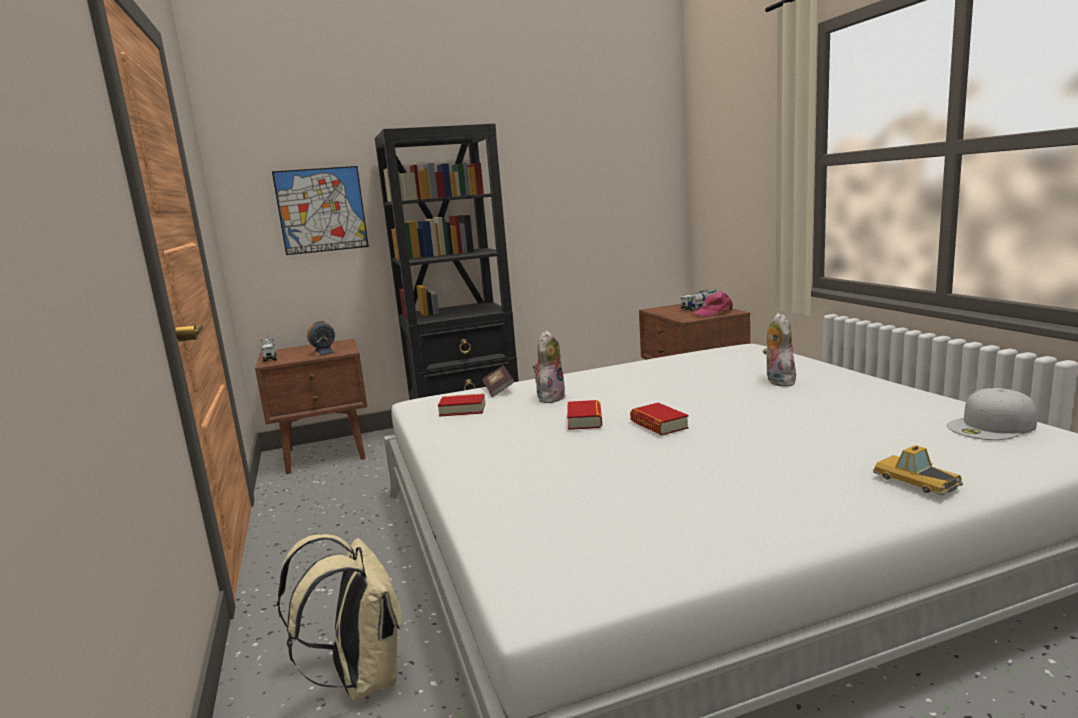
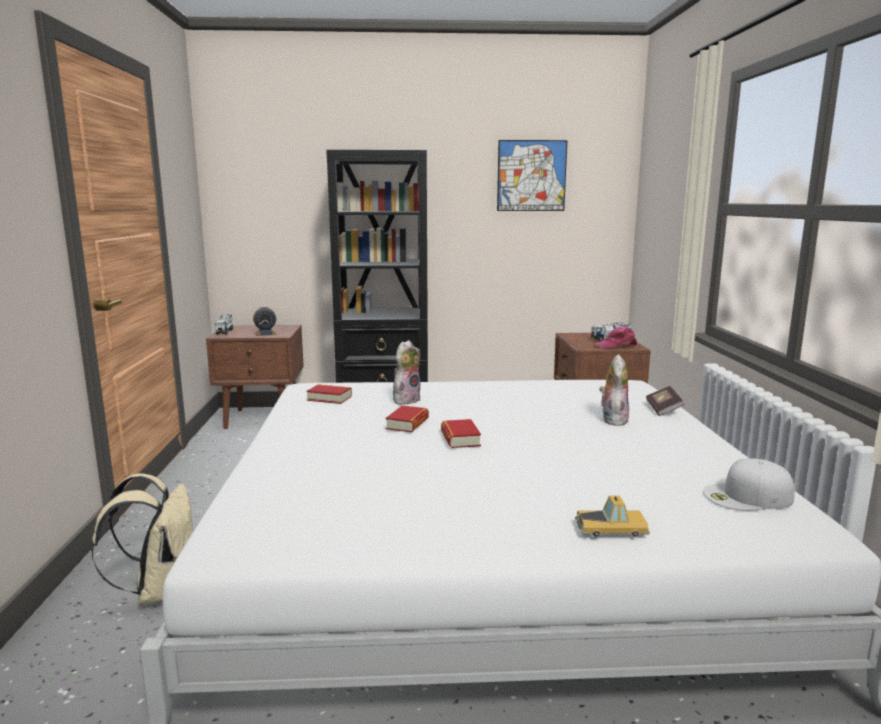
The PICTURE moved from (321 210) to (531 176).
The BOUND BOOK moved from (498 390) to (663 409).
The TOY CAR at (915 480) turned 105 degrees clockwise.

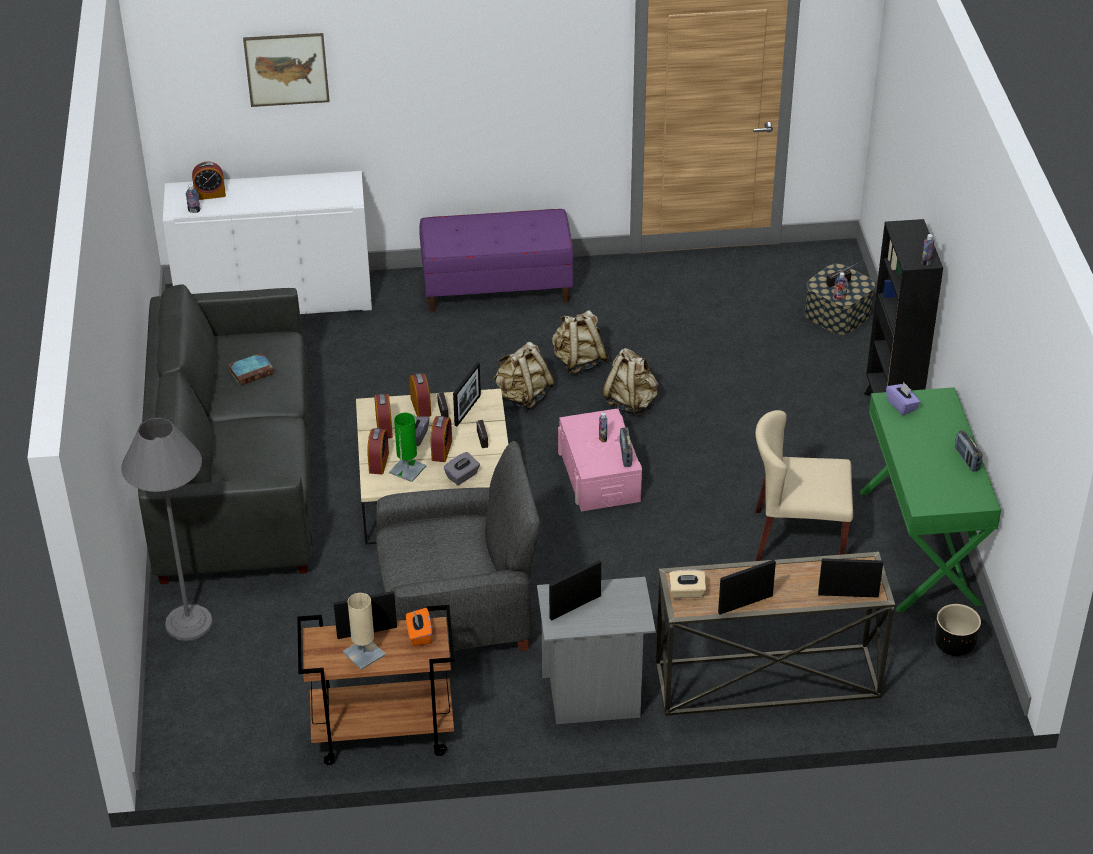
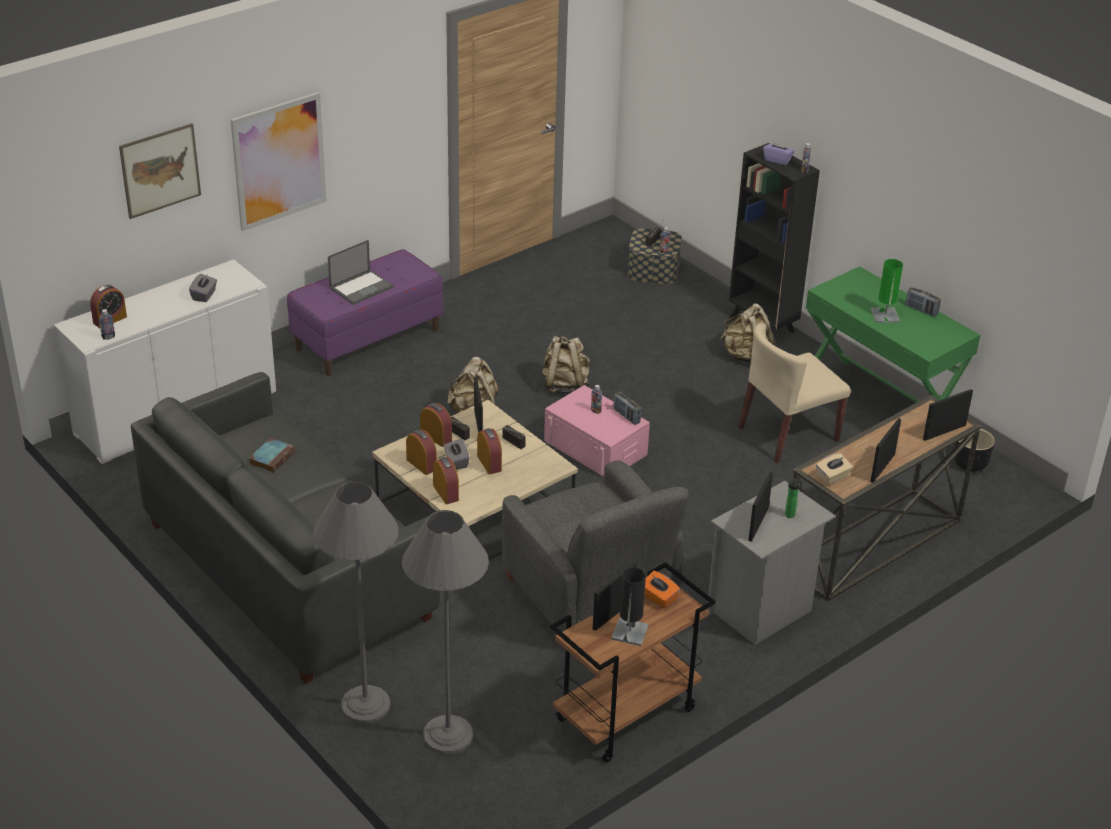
The BEIGE TABLE LAMP at (364 654) became the BLACK-COLOURED TABLE LAMP at (630 632).
The GREYISH EASY CHAIR at (459 612) turned 105 degrees clockwise.
The GREEN TABLE LAMP moved from (407 469) to (885 315).
The GREYISH TISSUE BOX moved from (462 476) to (204 295).
The BEIGE RUCKSACK moved from (579 362) to (745 356).
The PURPLE TISSUE BOX moved from (901 405) to (777 160).
The PICTURE at (279 161) appeared.
The NOTEBOOK COMPUTER at (361 287) appeared.
The GREYISH FLOOR LAMP at (448 735) appeared.
The BEVERAGE BOTTLE at (789 516) appeared.

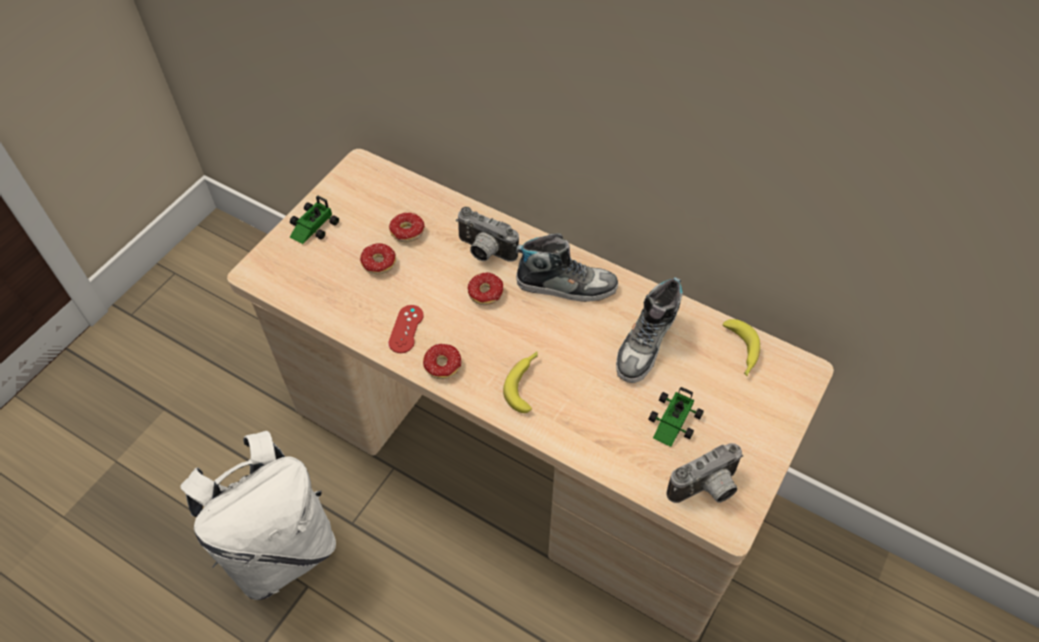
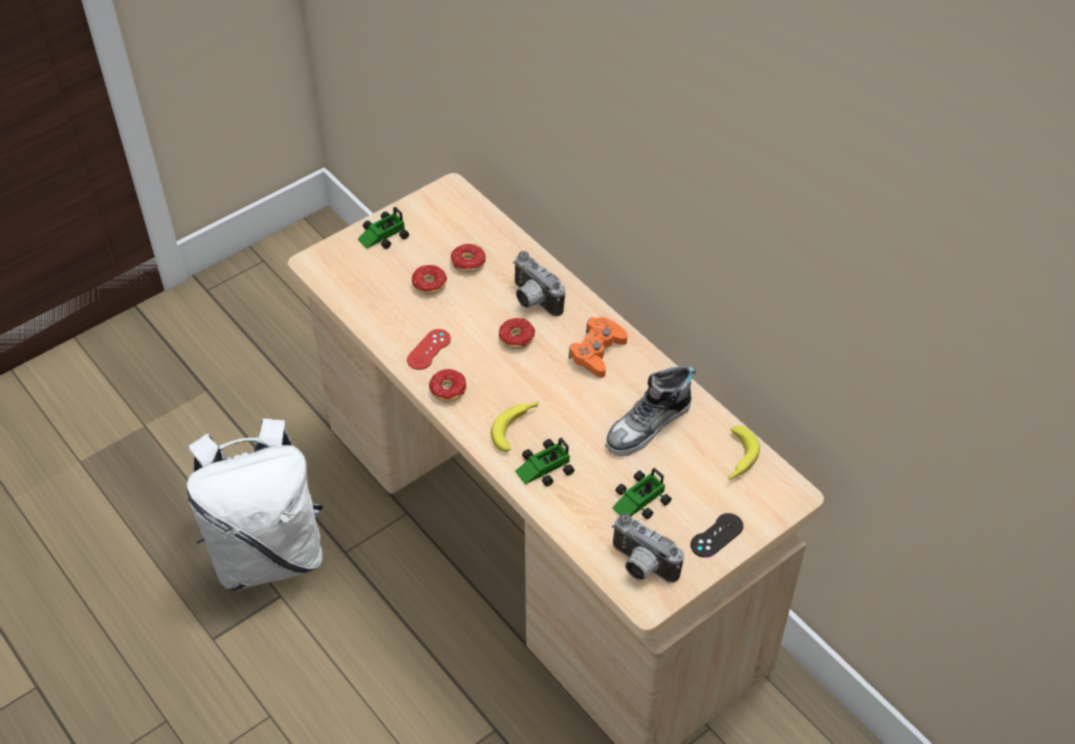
The ITEM OF FOOTWEAR at (566 285) was replaced by the ORANGE JOYPAD at (597 352).
The STILL CAMERA at (706 490) turned 45 degrees clockwise.
The TOY CAR at (542 468) appeared.
The BLACK-COLOURED JOYPAD at (716 535) appeared.

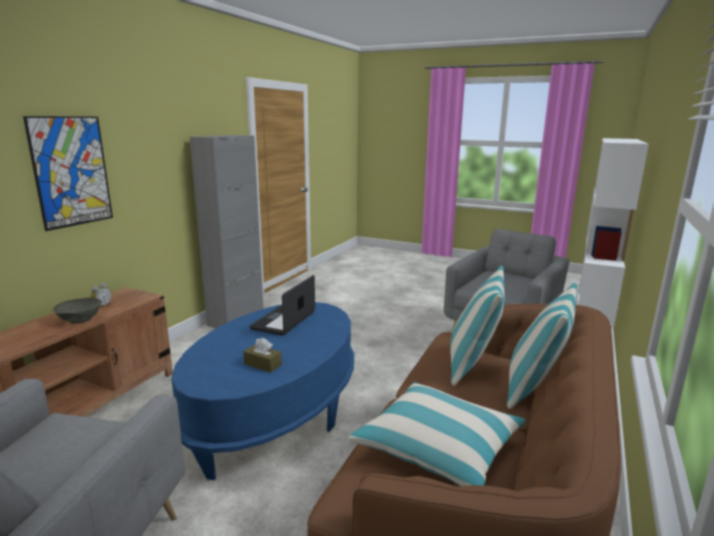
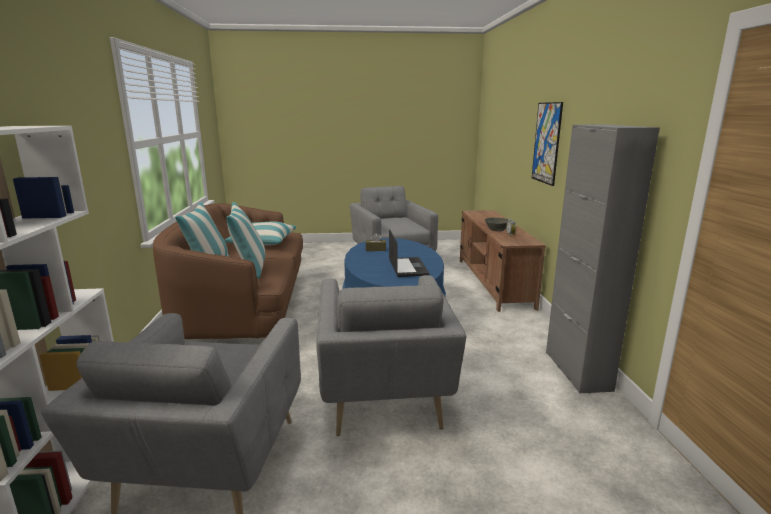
The GREYISH EASY CHAIR at (383 398) appeared.

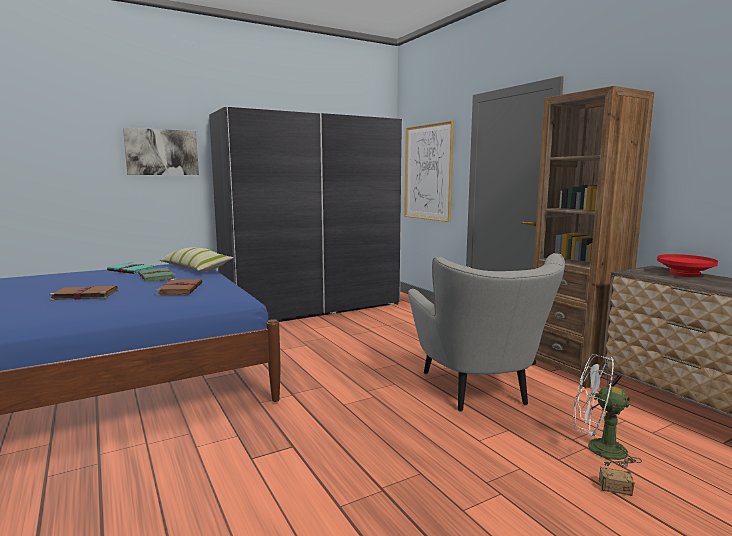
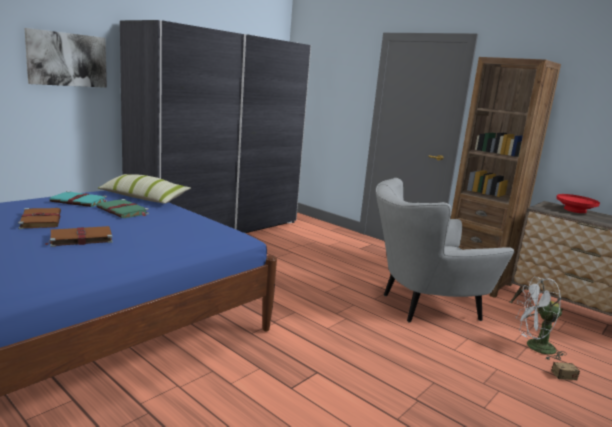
The BROWN BOUND BOOK moved from (180 289) to (41 220).
The PICTURE at (428 172) disappeared.
The GREYISH EASY CHAIR at (478 391) turned 105 degrees clockwise.

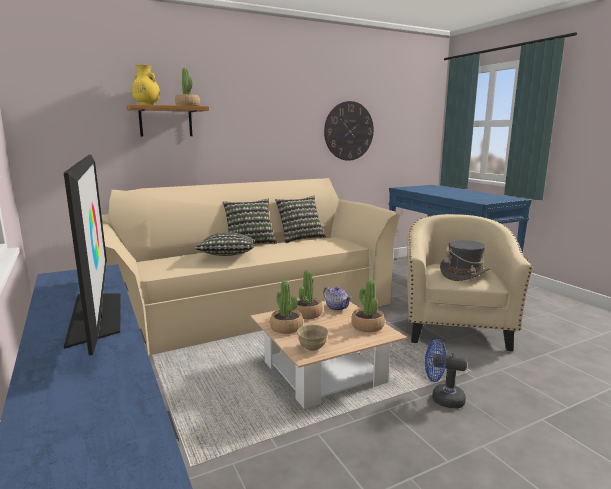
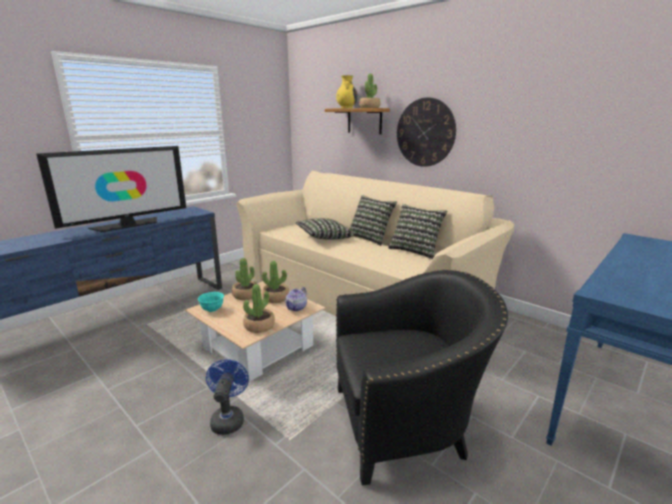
The BEIGE DEEP DISH at (312 348) became the TURQUOISE-COLOURED DEEP DISH at (212 309).
The CLOCK ON THE WALL moved from (349 131) to (425 132).
The BEIGE EASY CHAIR at (455 327) became the BLACK-COLOURED EASY CHAIR at (406 424).
The GREYISH HAT at (464 274) disappeared.

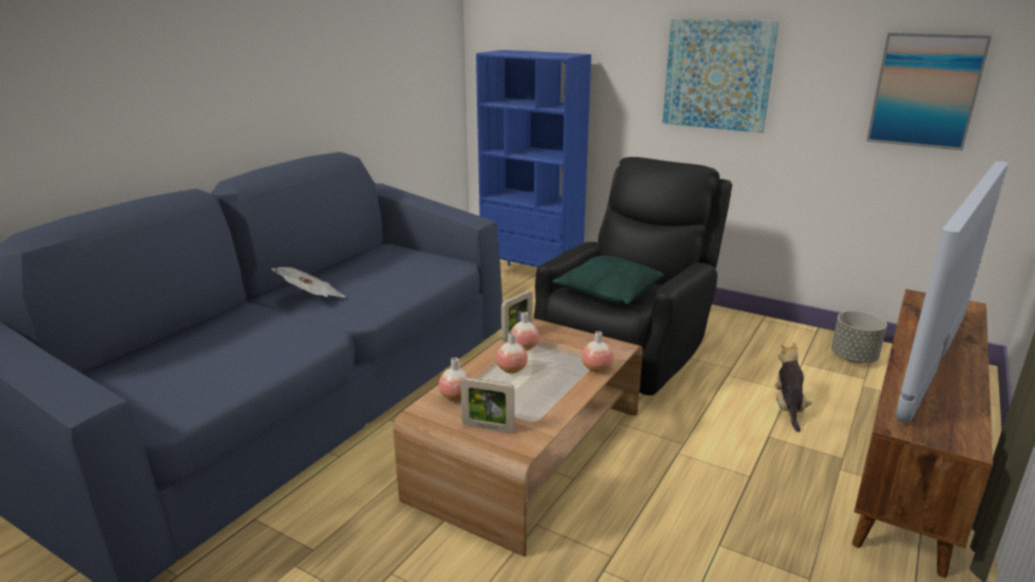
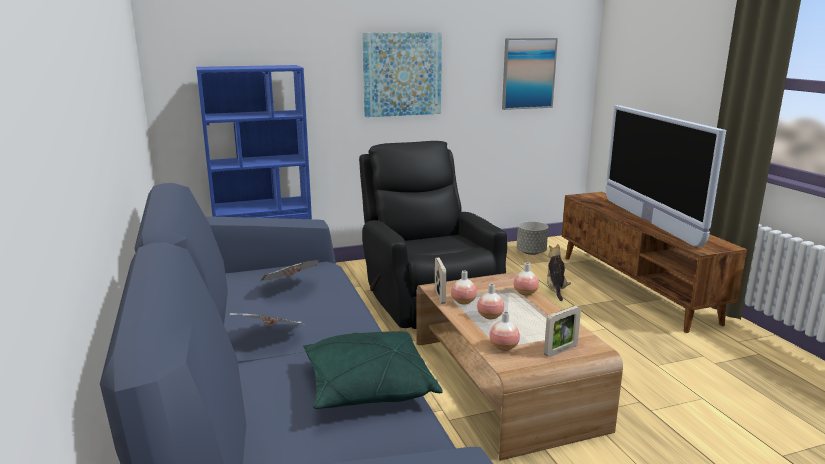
The GREEN CUSHION moved from (608 293) to (368 387).
The CUDDLY TOY at (788 408) turned 45 degrees clockwise.
The DAILY PAPER at (290 286) appeared.

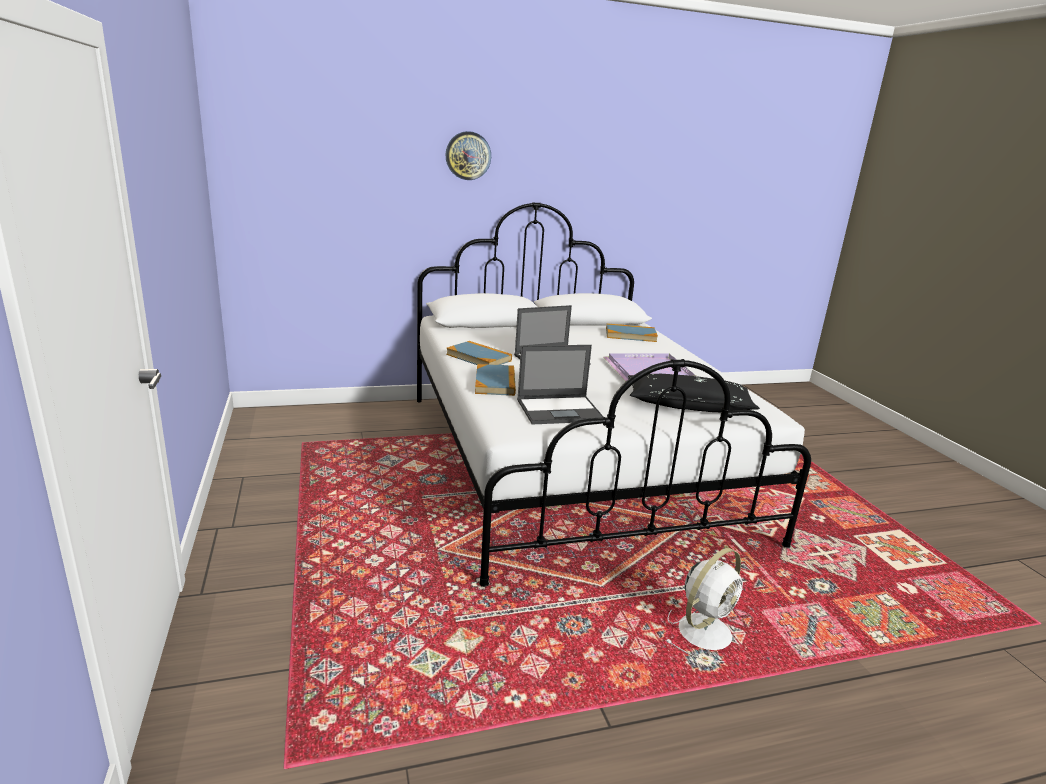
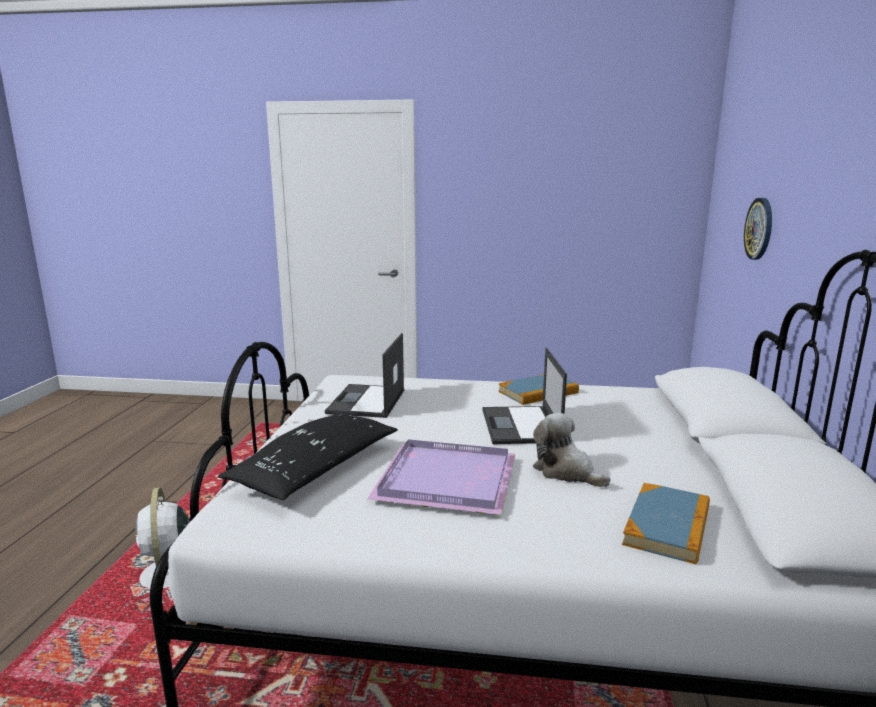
The CLOCK ON THE WALL moved from (468 156) to (759 228).
The BOUND BOOK at (495 383) disappeared.
The CUDDLY TOY at (566 472) appeared.

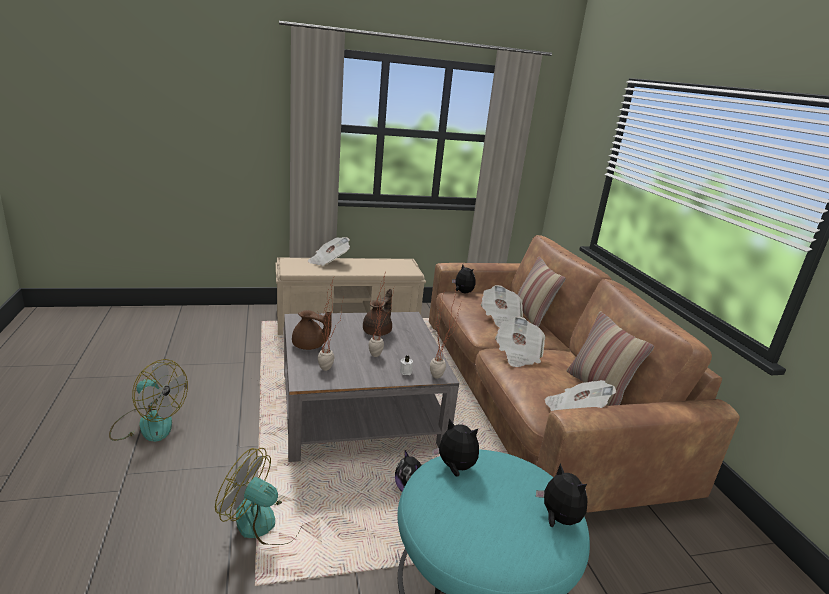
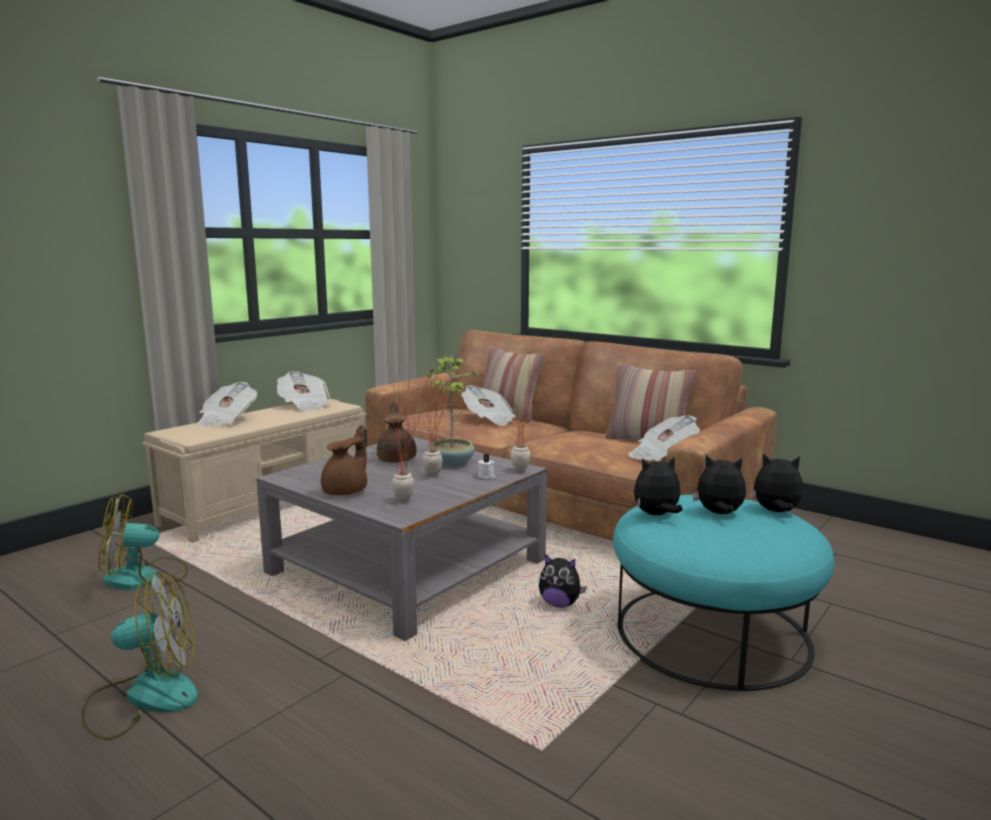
The COOLING FAN moved from (265 523) to (144 578).
The BROWN POT FOR TEA at (309 346) turned 45 degrees counterclockwise.
The CUDDLY TOY moved from (462 292) to (719 514).
The DAILY PAPER moved from (517 354) to (304 405).
The POTTED PLANT at (453 463) appeared.

